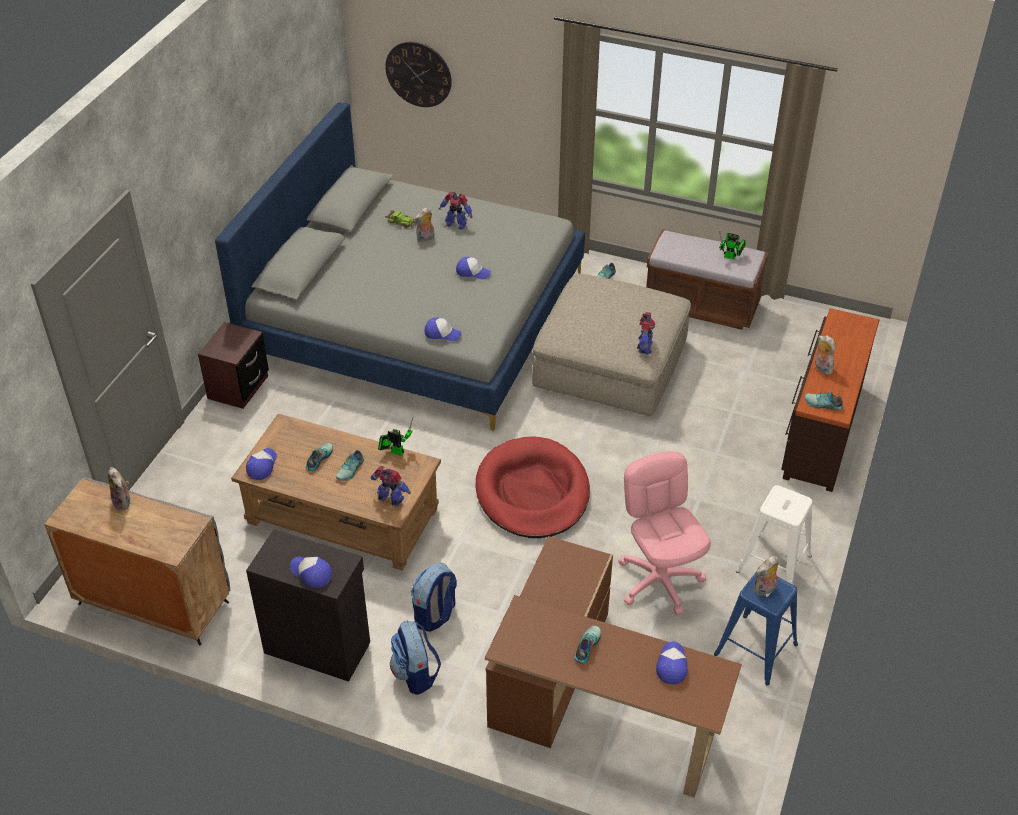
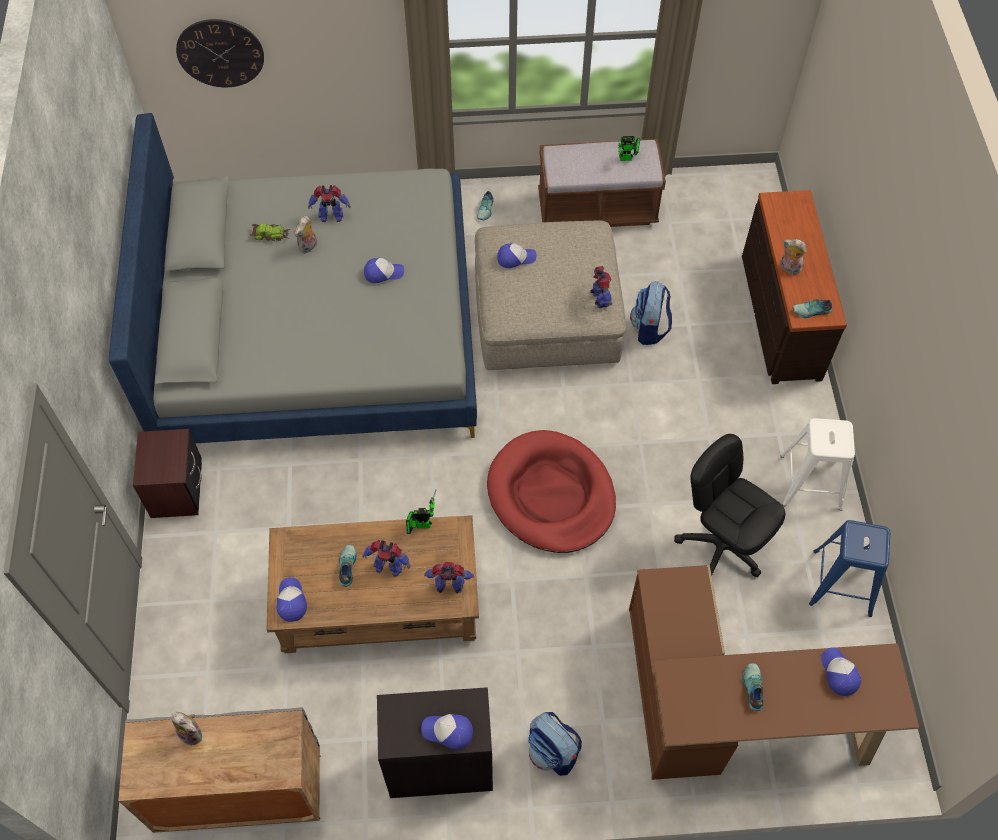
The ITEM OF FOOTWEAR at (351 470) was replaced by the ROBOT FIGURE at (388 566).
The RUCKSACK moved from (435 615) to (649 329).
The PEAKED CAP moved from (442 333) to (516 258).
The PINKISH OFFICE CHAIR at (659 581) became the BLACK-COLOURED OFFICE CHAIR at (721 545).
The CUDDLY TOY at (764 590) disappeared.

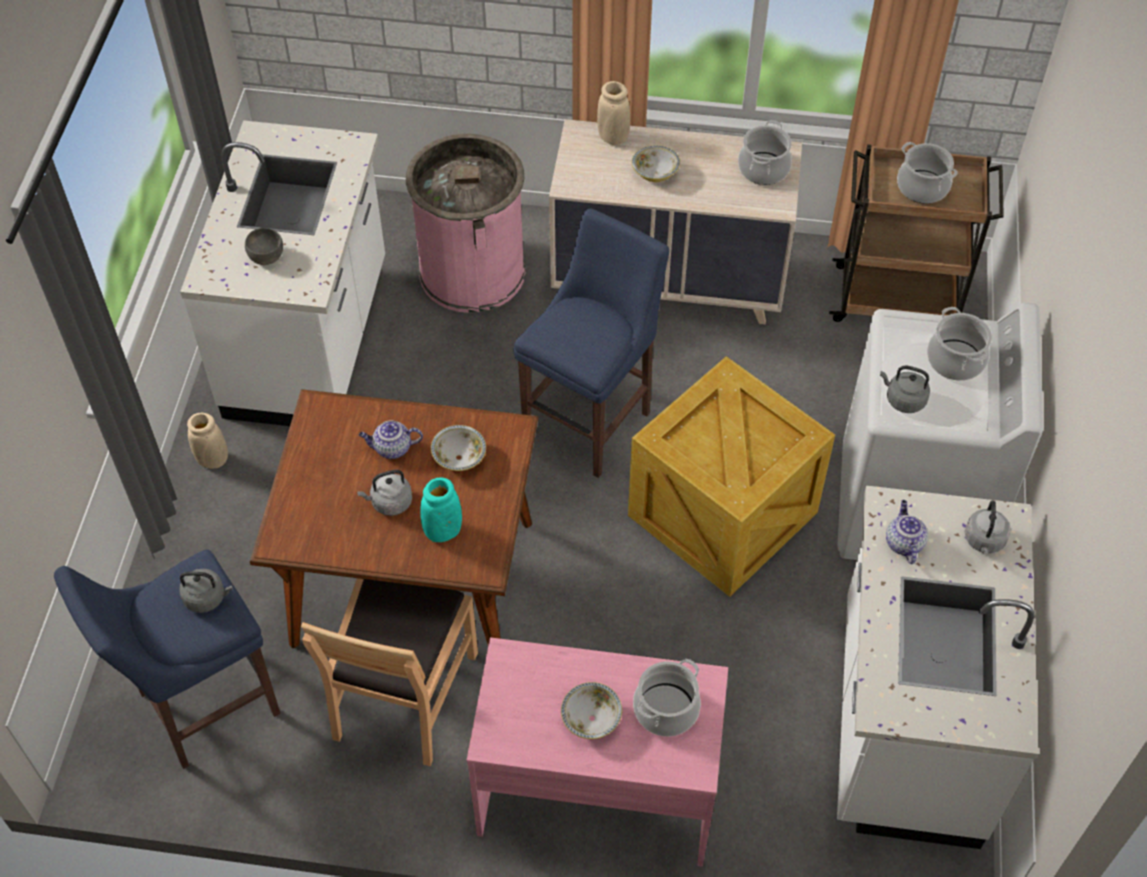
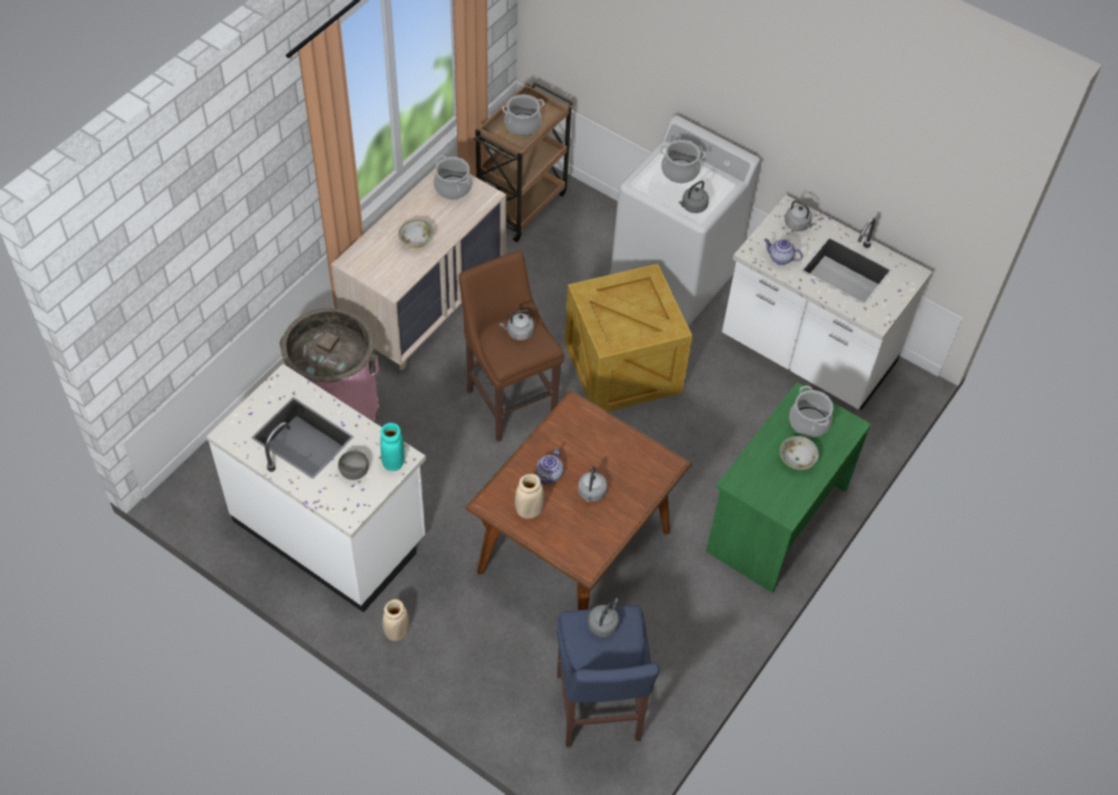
The BROWN CHAIR at (403 694) disappeared.
The TURQUOISE-COLOURED FLOWER VASE moved from (443 530) to (393 461).
The DEEP DISH at (459 458) disappeared.
The PINKISH DESK at (596 792) became the GREEN DESK at (775 519).
The BLUE-COLOURED STOOL SEAT at (591 420) became the BROWN STOOL SEAT at (509 400).
The BEIGE FLOWER VASE moved from (613 137) to (529 510).
The GREYISH WATER KETTLE at (518 332) appeared.

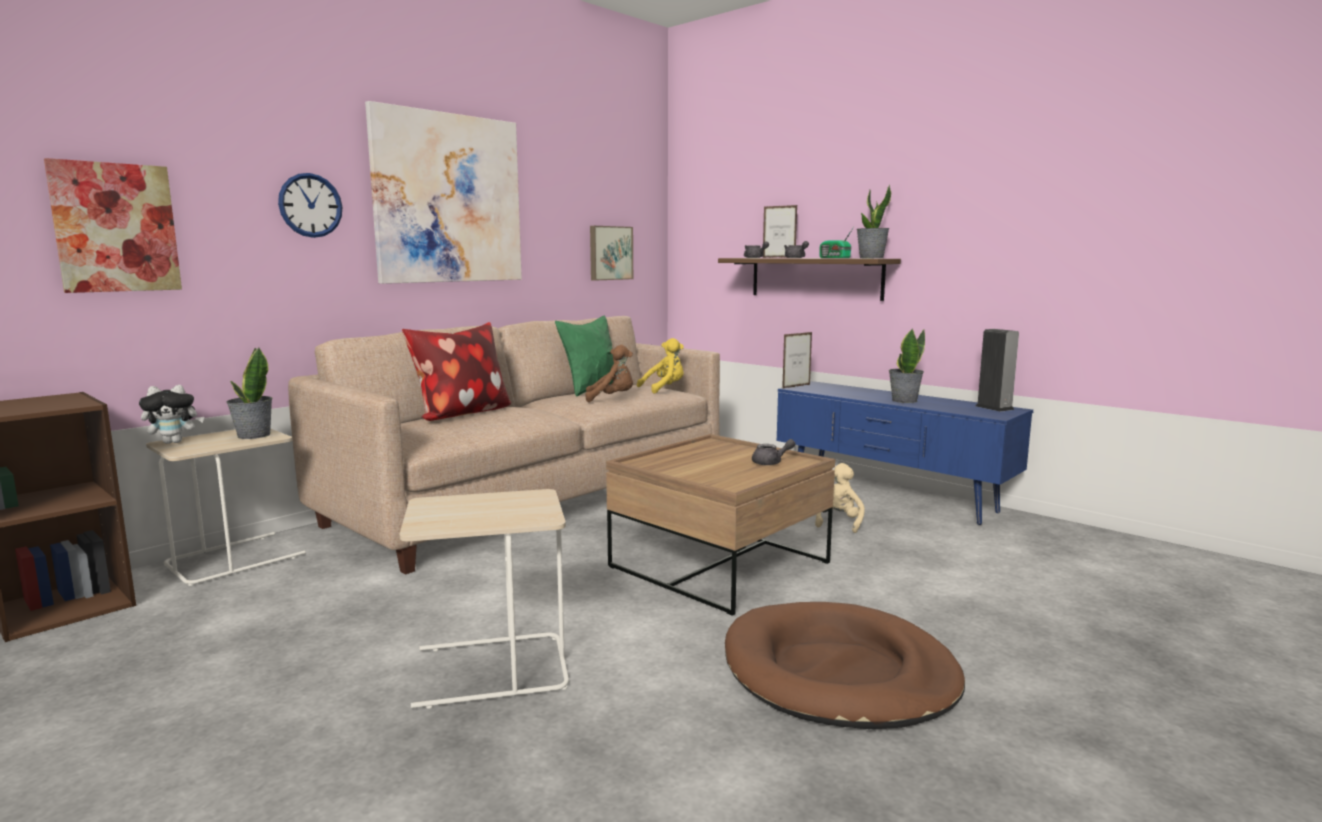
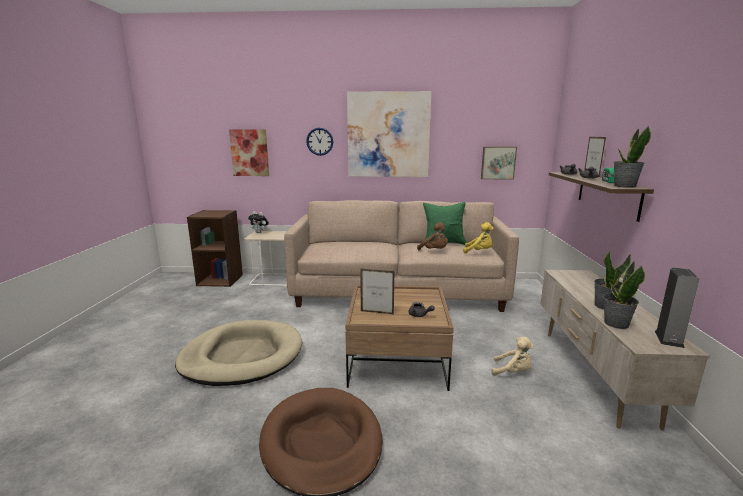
The POTTED PLANT moved from (253 435) to (616 323).
The BEIGE SIDE TABLE at (489 670) was replaced by the BEIGE DOG CUSHION at (242 356).
The CUSHION at (461 414) disappeared.
The BLUE-COLOURED MEDIA CONSOLE at (889 496) became the BEIGE MEDIA CONSOLE at (594 374).
The PICTURE FRAME moved from (796 386) to (377 312).
The BEIGE CUDDLY TOY at (837 522) turned 45 degrees clockwise.

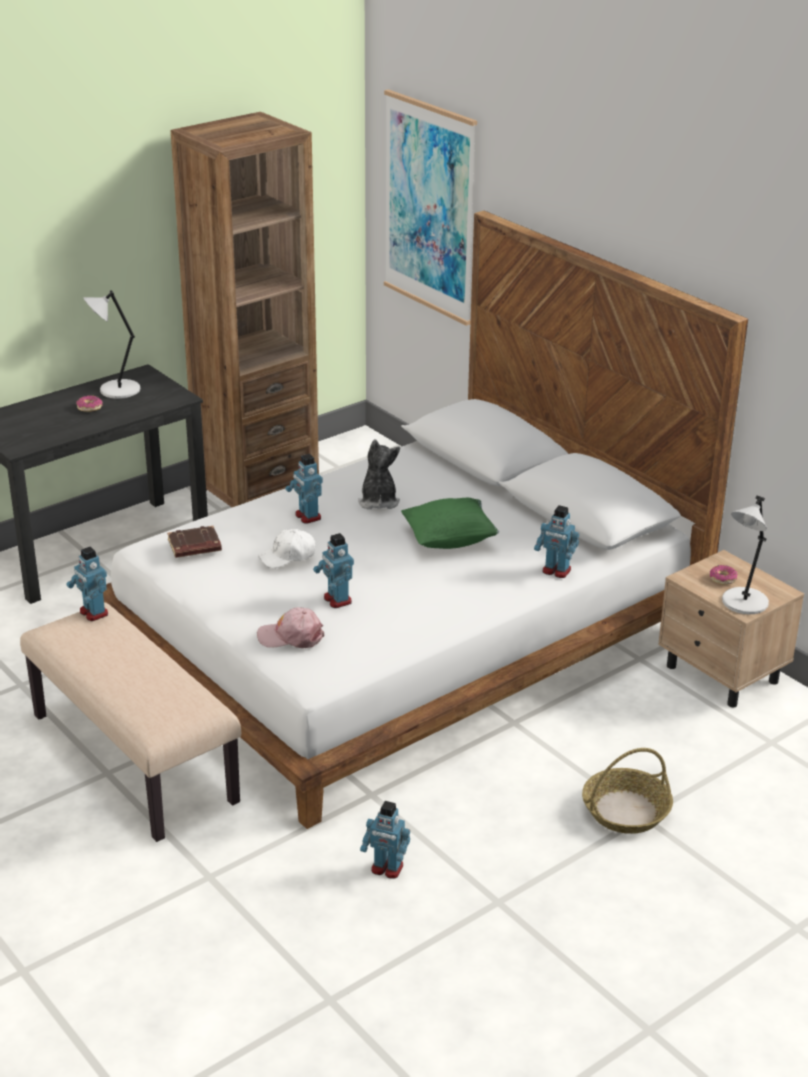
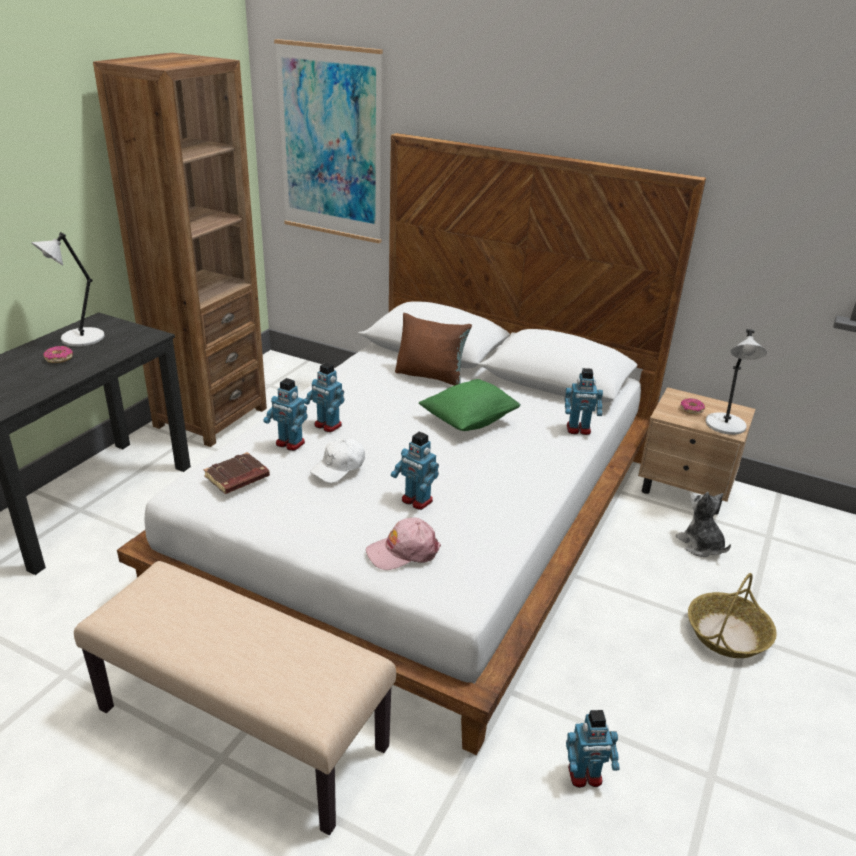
The ROBOT FIGURE moved from (93 613) to (289 444).
The CUDDLY TOY moved from (378 501) to (700 545).
The BROWN CUSHION at (430 376) appeared.

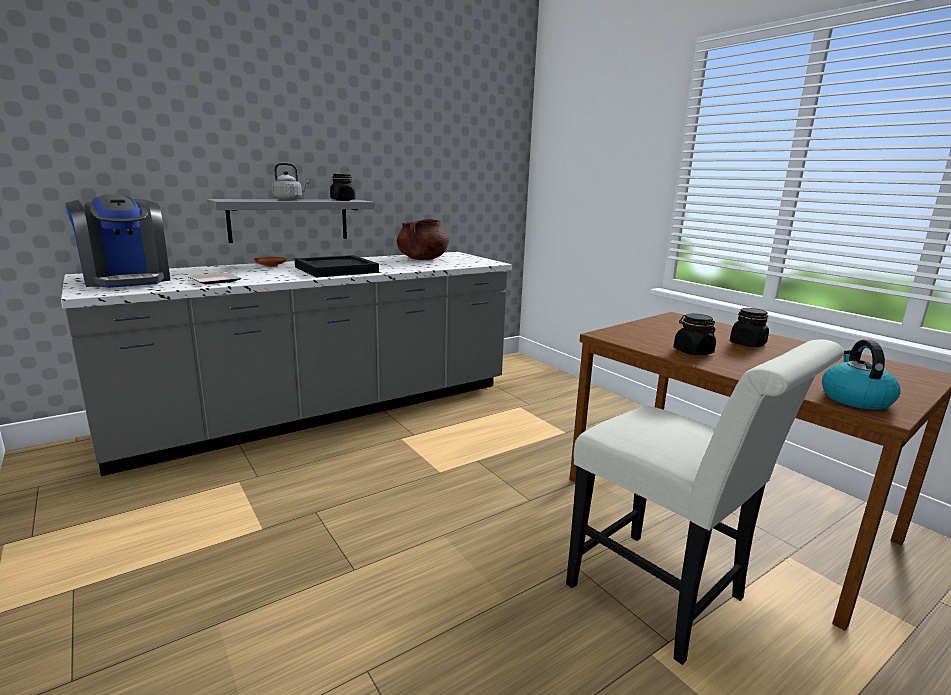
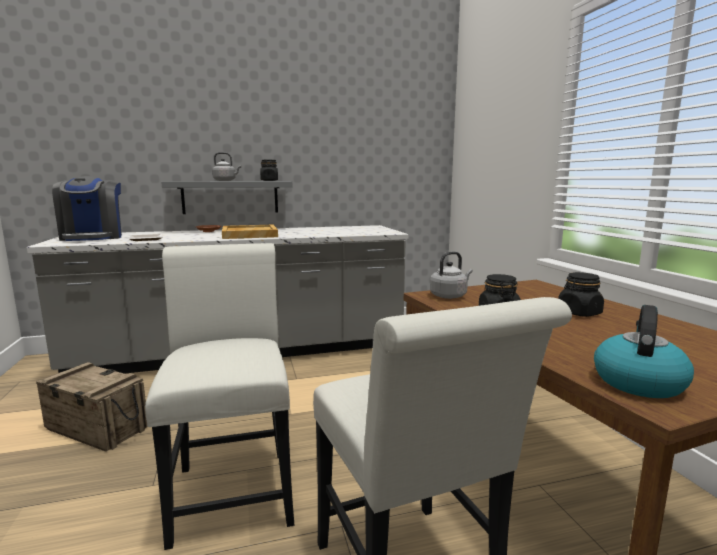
The BLACK-COLOURED CARRYING TRAY at (335 269) became the BEIGE CARRYING TRAY at (249 234).
The BROWN SAUCEPOT at (422 259) disappeared.
The SHIPPING CRATE at (95 428) appeared.
The WHITE CHAIR at (233 487) appeared.
The GREYISH WATER KETTLE at (449 296) appeared.

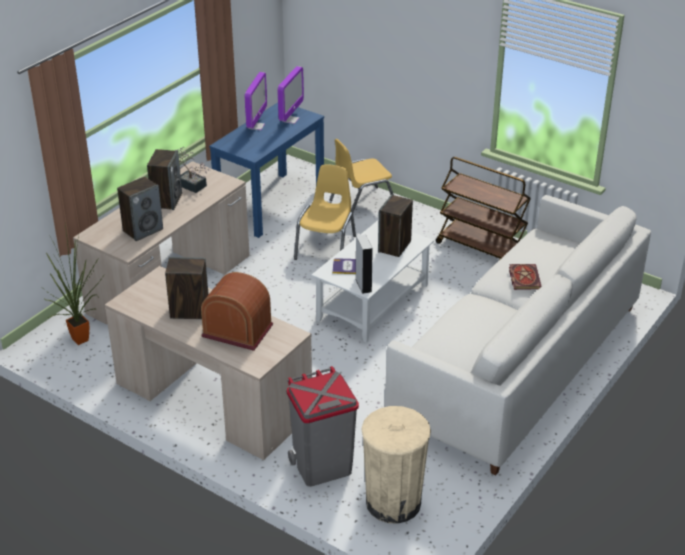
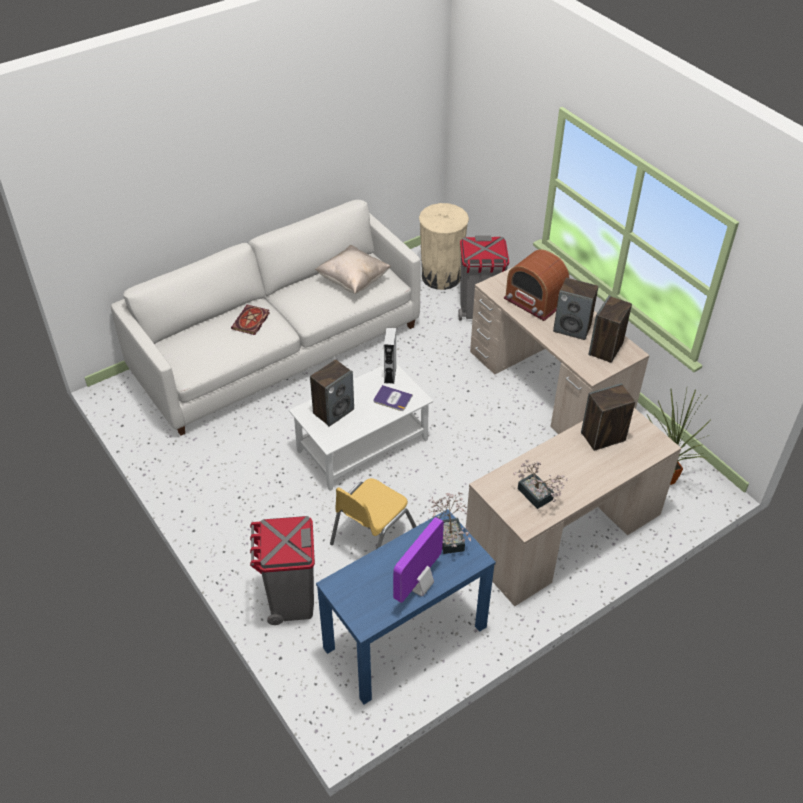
The LOUDSPEAKER moved from (166 200) to (606 349).
The COMPUTER SCREEN at (290 120) disappeared.
The YELLOW CHAIR at (362 204) was replaced by the GREYISH WASTE BIN at (291 599).
The BROWN CART at (481 248) disappeared.
The BEIGE CUSHION at (353 281) appeared.
The POTTED PLANT at (450 535) appeared.

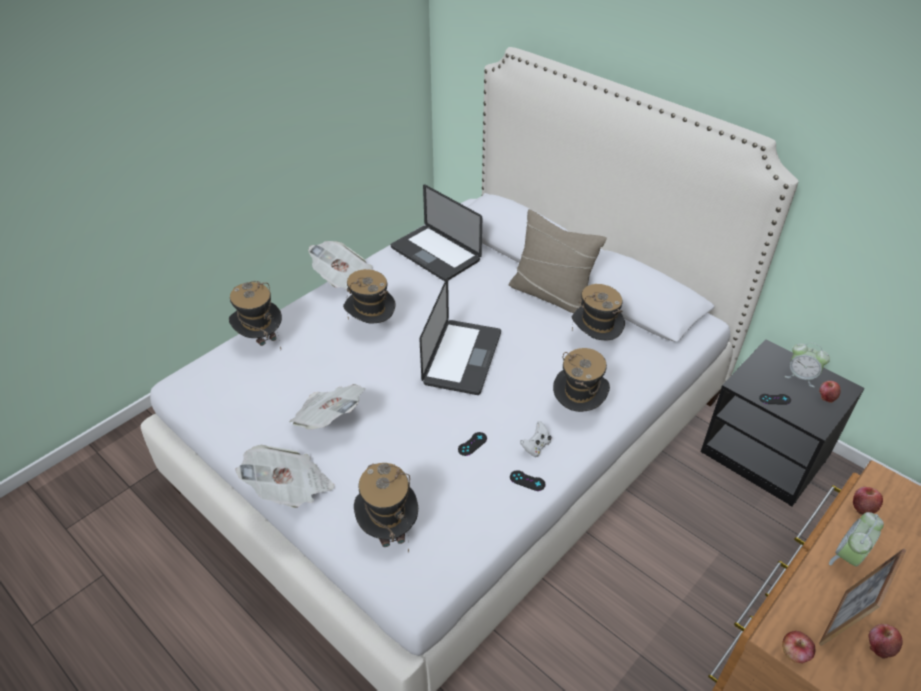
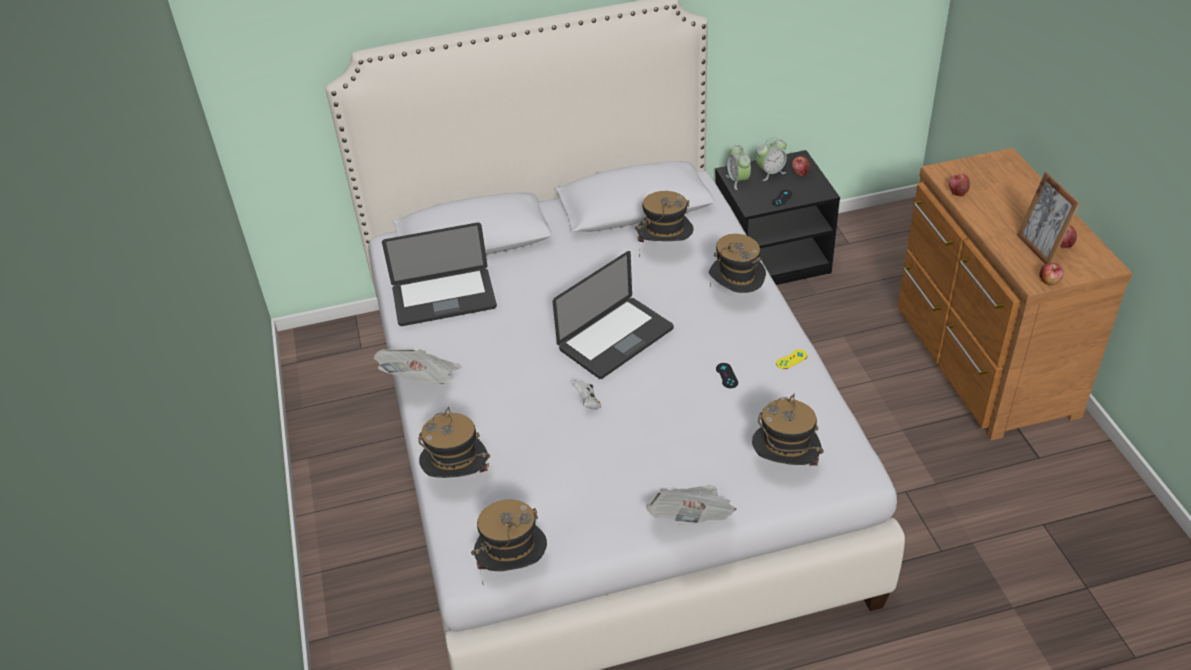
The DAILY PAPER at (329 419) disappeared.
The HAT moved from (371 326) to (513 568).
The NOTEBOOK COMPUTER at (462 358) turned 90 degrees clockwise.
The BEIGE CUSHION at (551 295) disappeared.
The BLACK-COLOURED JOYPAD at (527 481) became the YELLOW JOYPAD at (791 359).
The WHITE JOYPAD moved from (536 446) to (588 403).
The ALARM CLOCK moved from (848 557) to (738 181).

